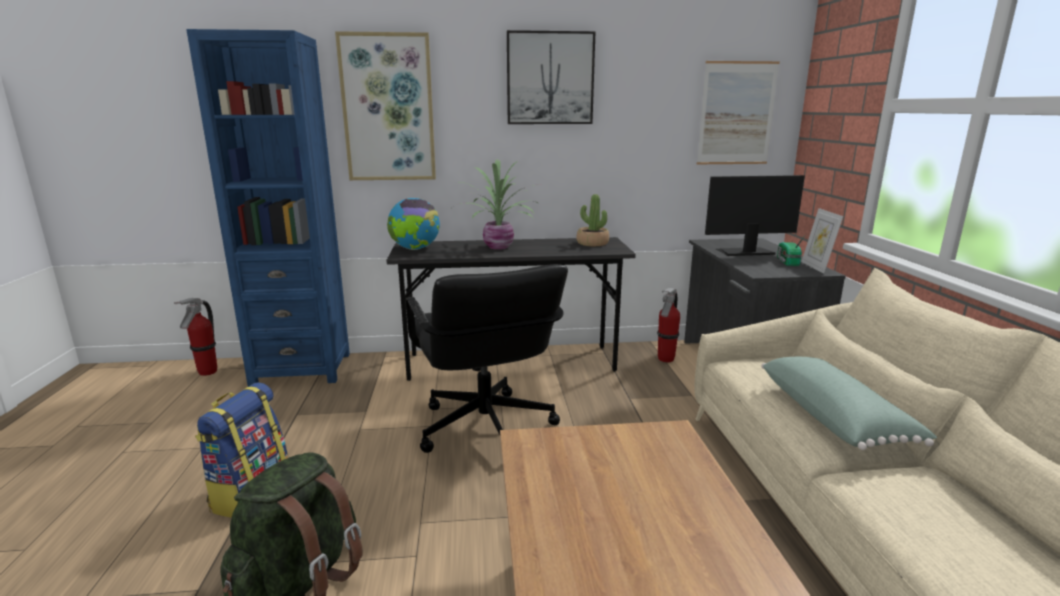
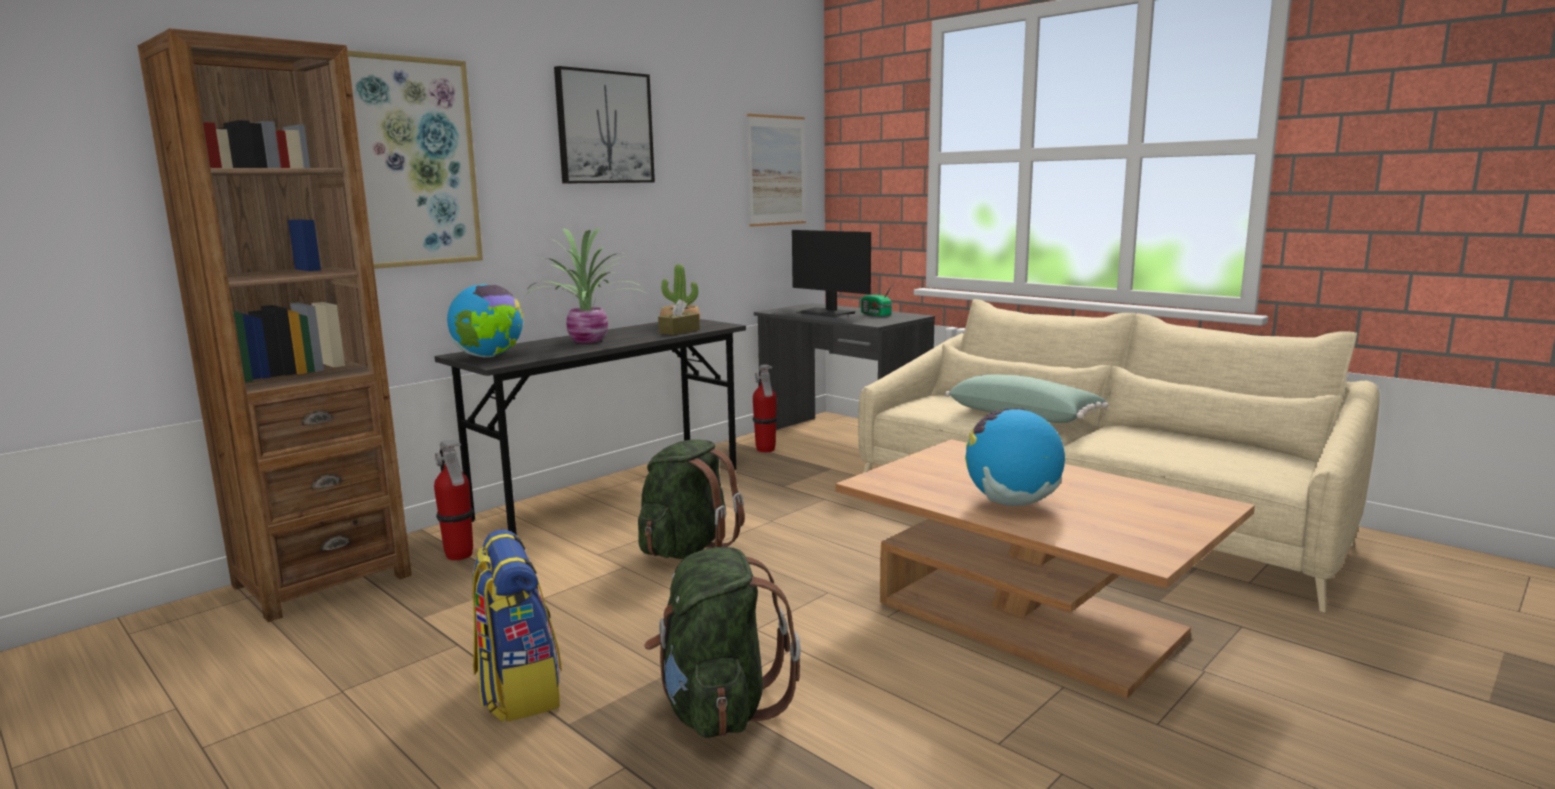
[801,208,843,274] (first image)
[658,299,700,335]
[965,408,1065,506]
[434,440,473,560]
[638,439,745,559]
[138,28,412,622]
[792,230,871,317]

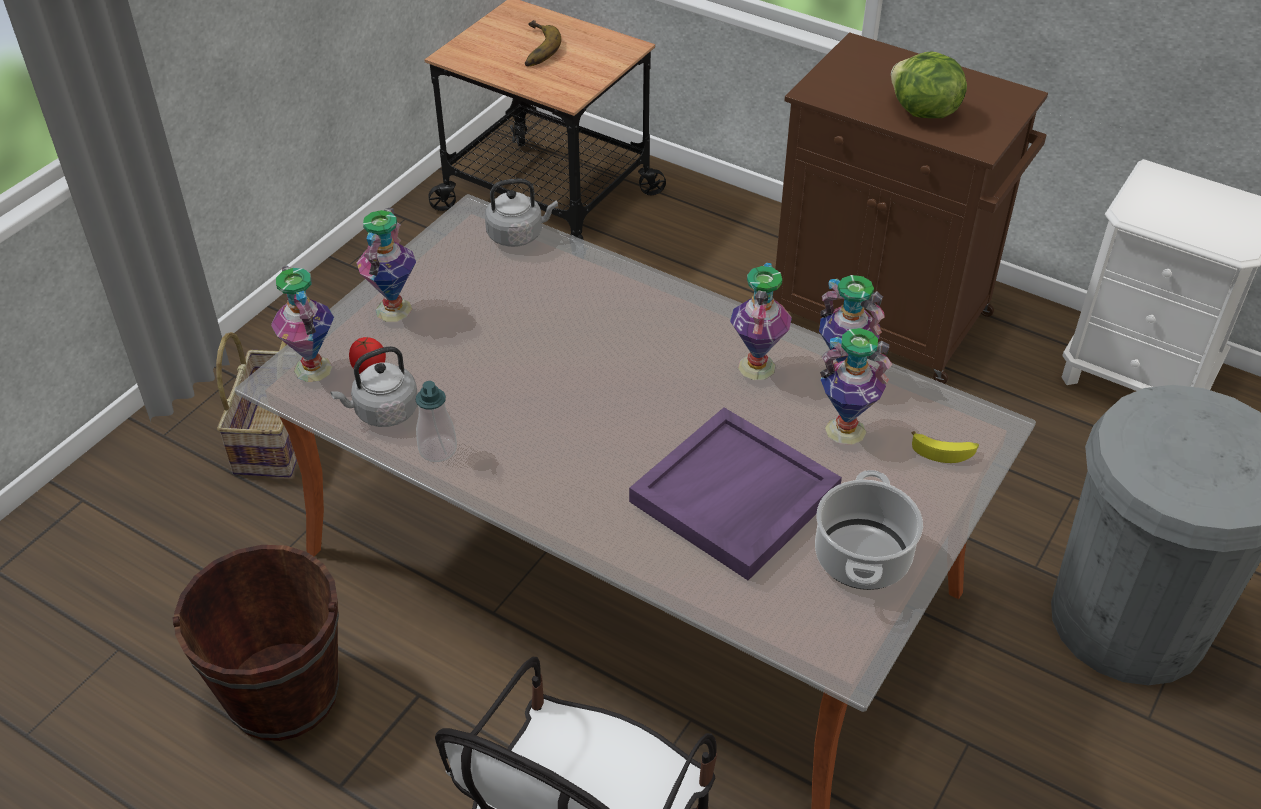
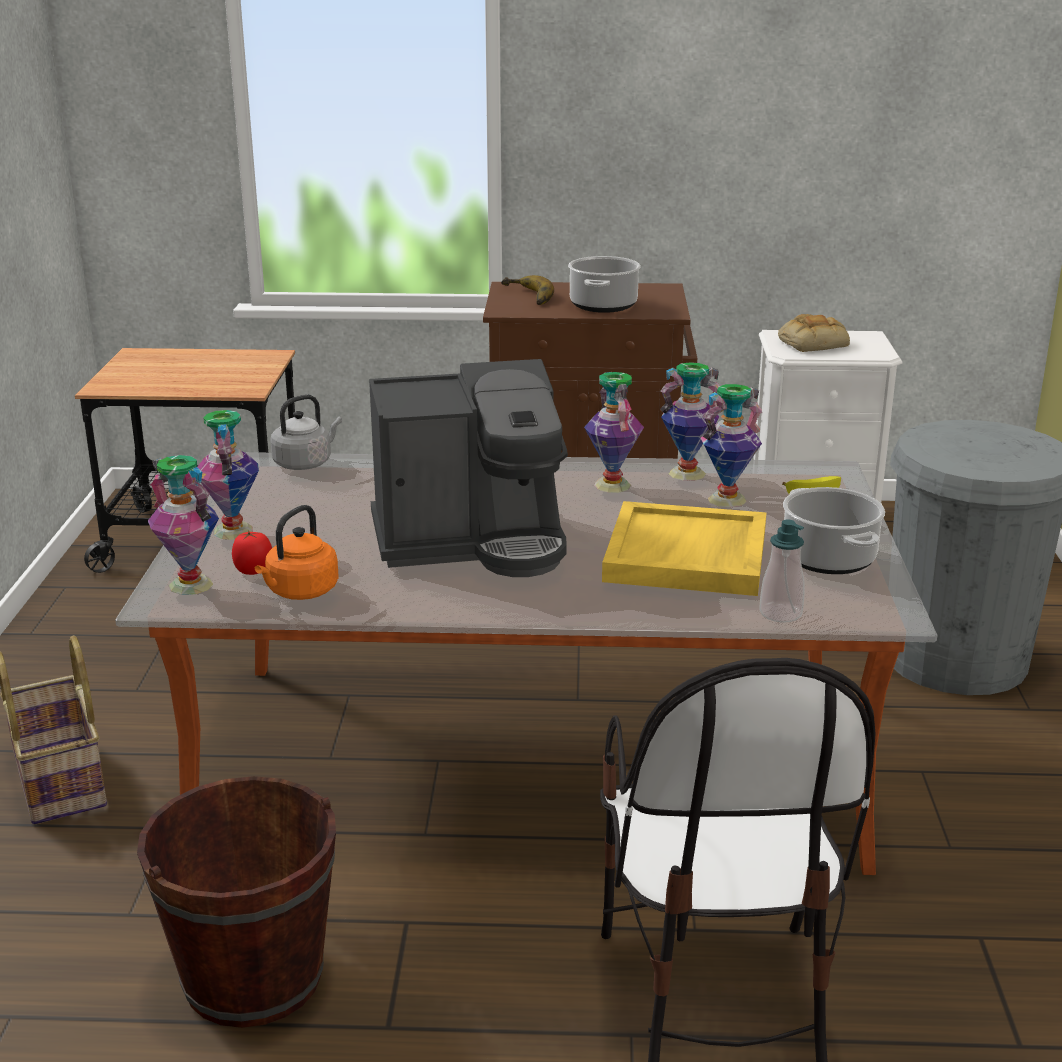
[369,359,568,577]
[778,314,850,352]
[759,519,805,623]
[501,275,554,305]
[568,256,641,313]
[255,505,339,600]
[602,501,767,596]

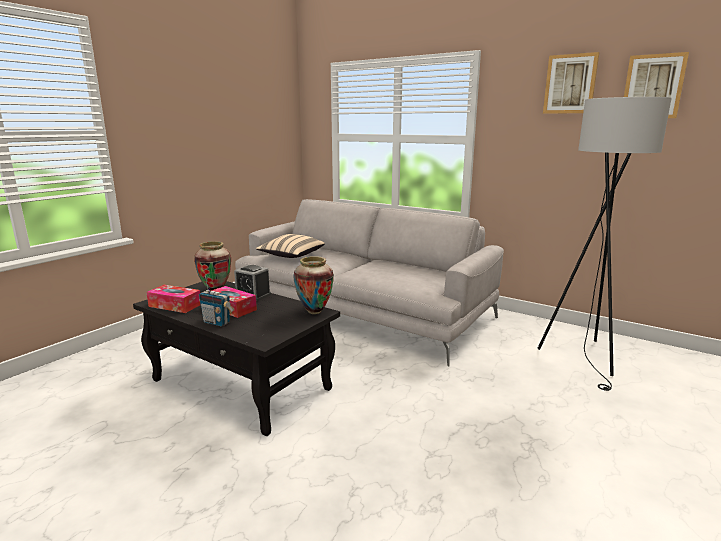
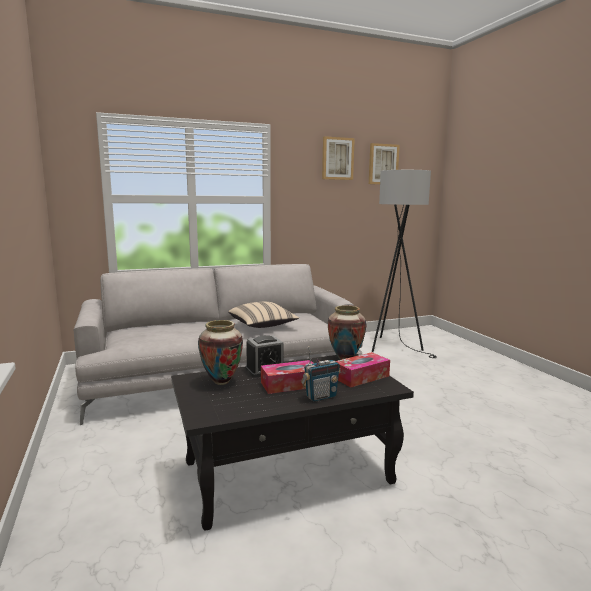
[336,352,390,387]
[228,302,299,328]

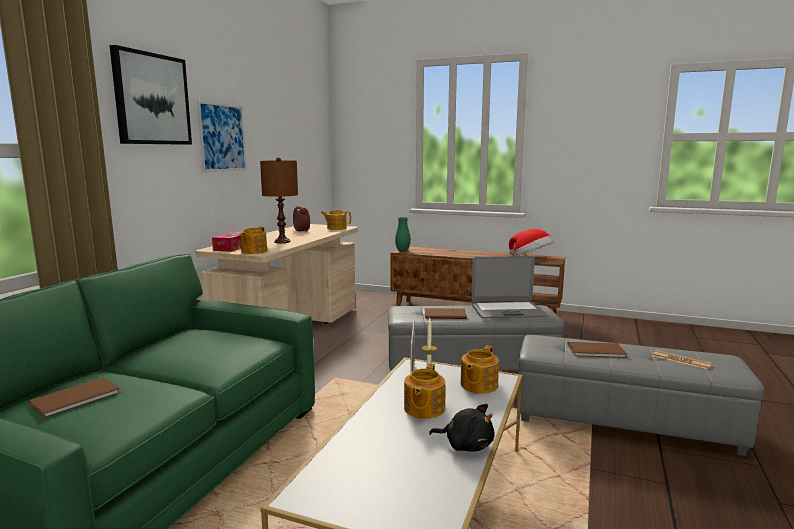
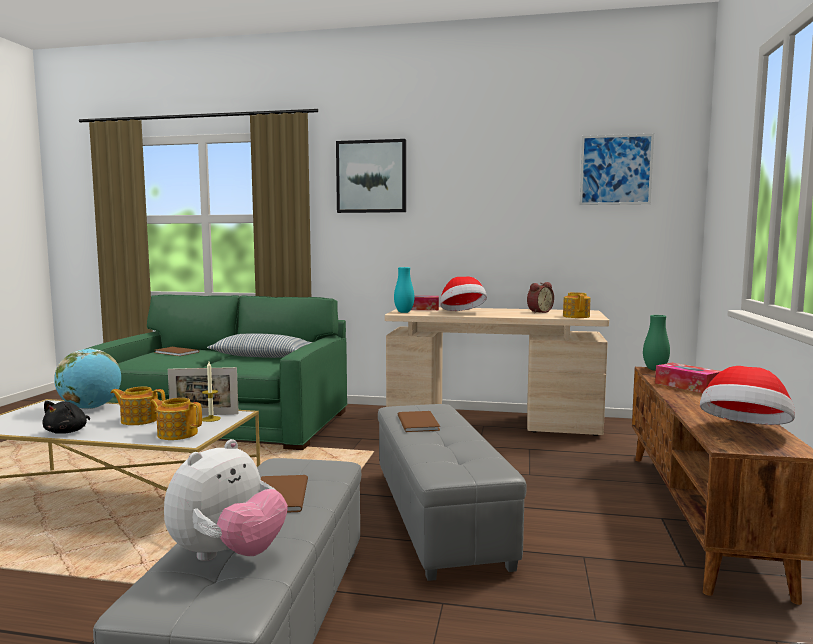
[472,256,547,318] (first image)
[54,348,121,409]
[207,333,312,358]
[655,363,721,393]
[580,134,654,205]
[394,267,415,313]
[440,277,487,311]
[164,439,288,561]

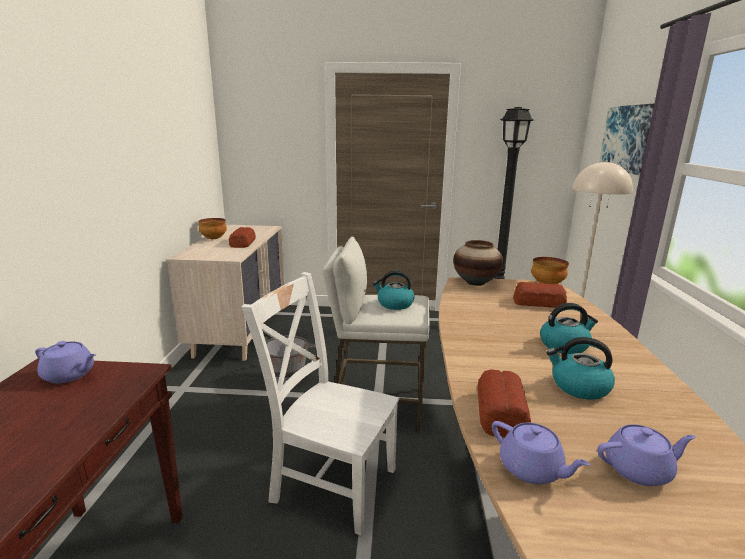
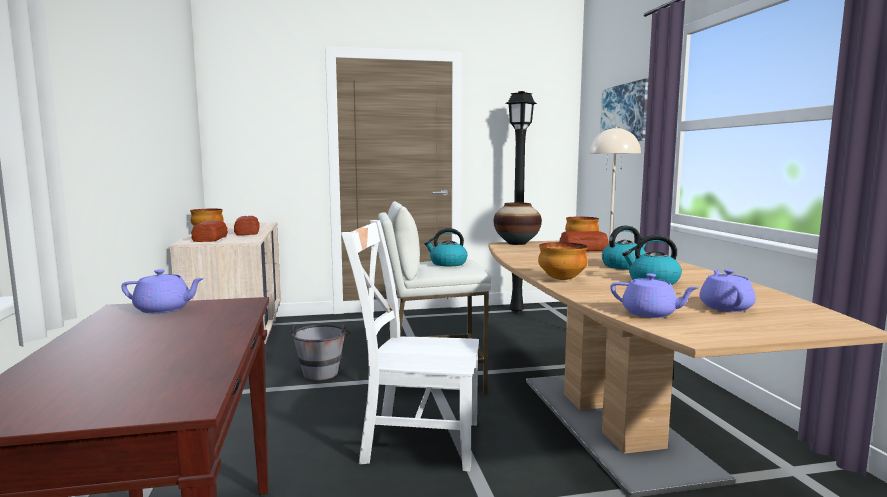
[538,242,588,280]
[191,220,228,242]
[700,269,756,312]

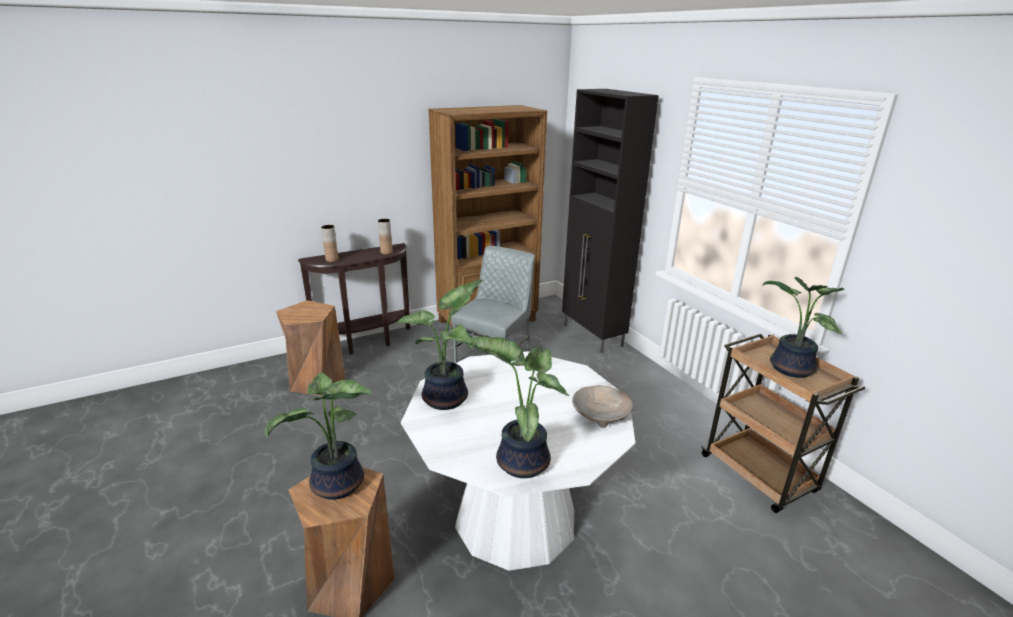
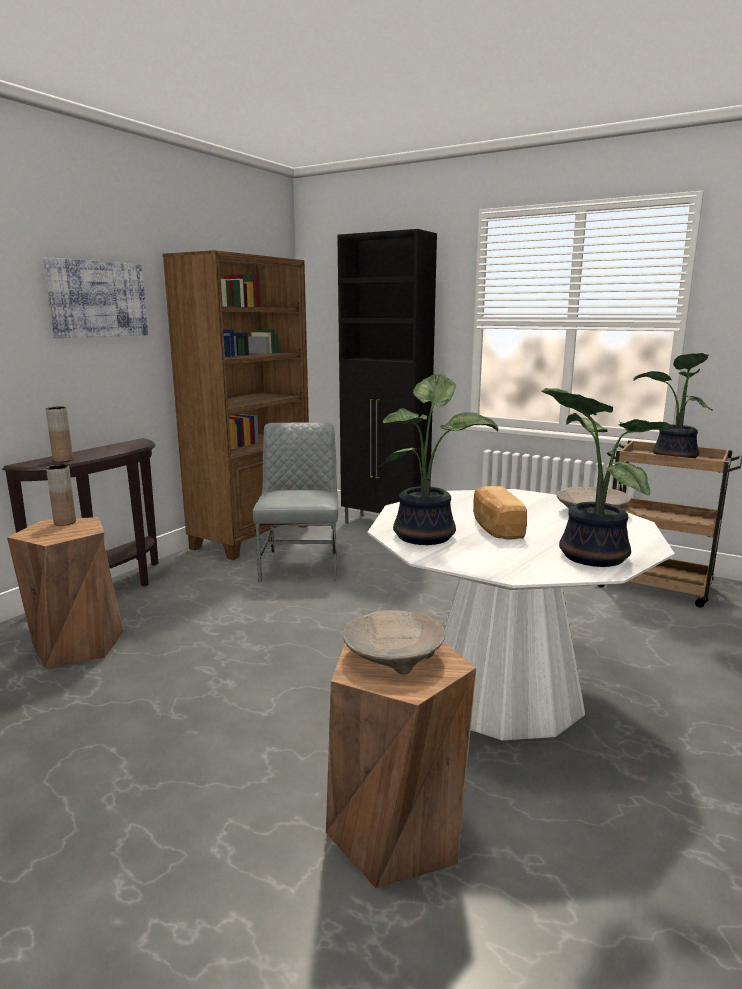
[43,257,148,338]
[473,486,527,540]
[46,464,76,526]
[343,610,445,675]

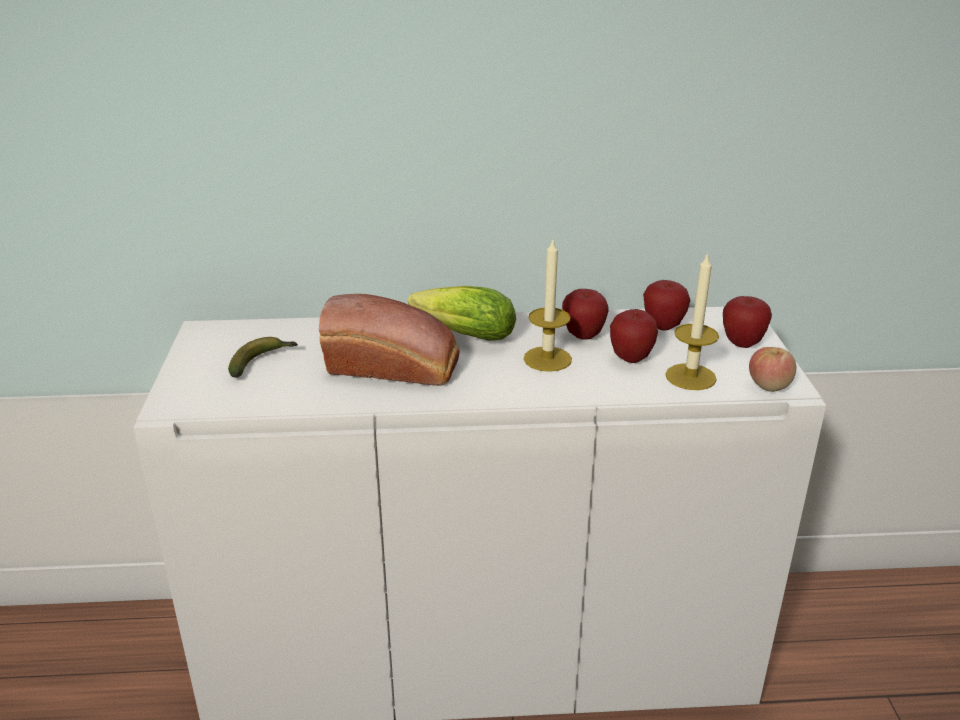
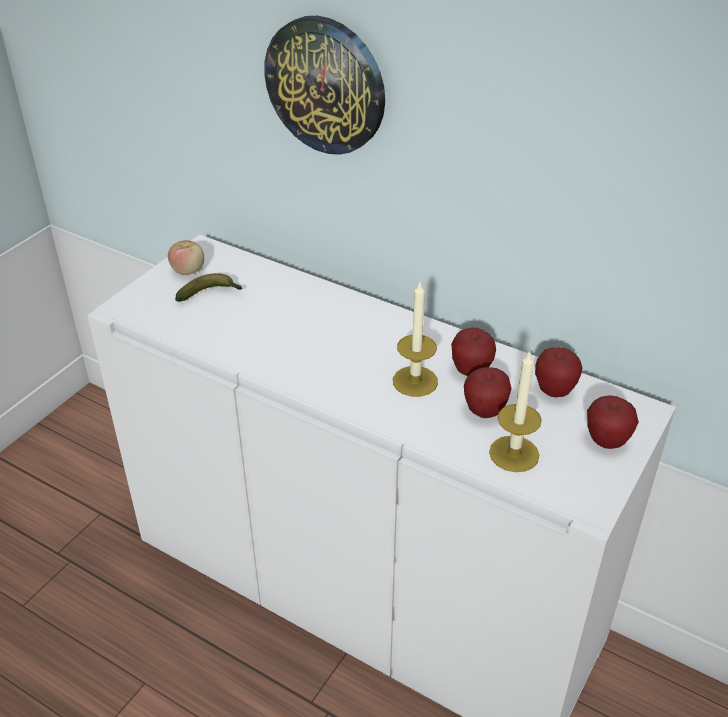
[319,294,460,386] (first image)
[408,286,516,341] (first image)
[264,16,385,155]
[168,240,204,275]

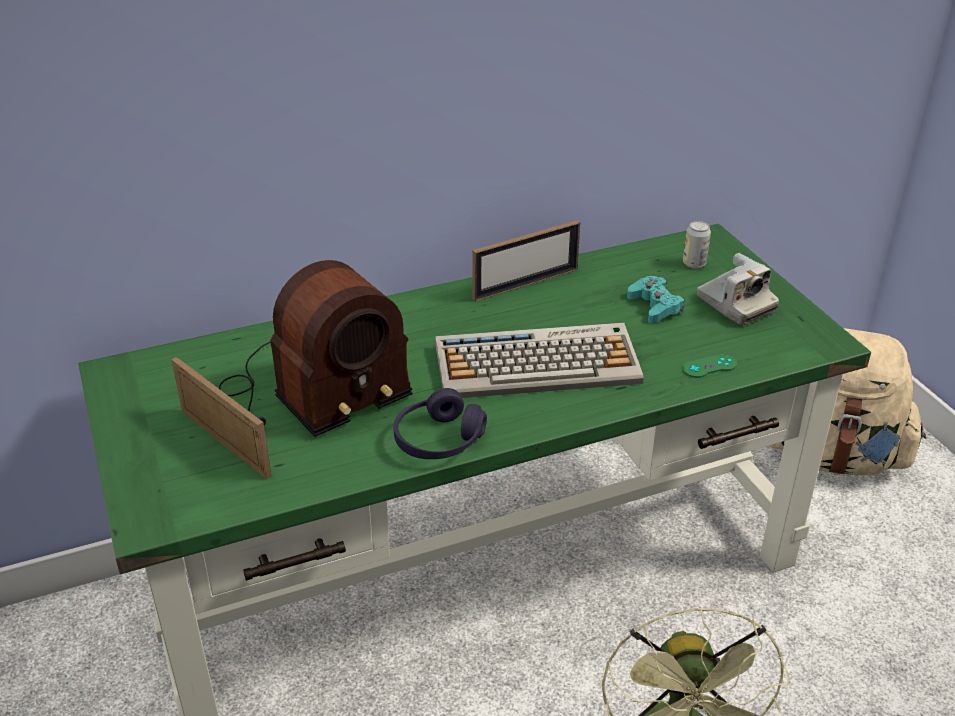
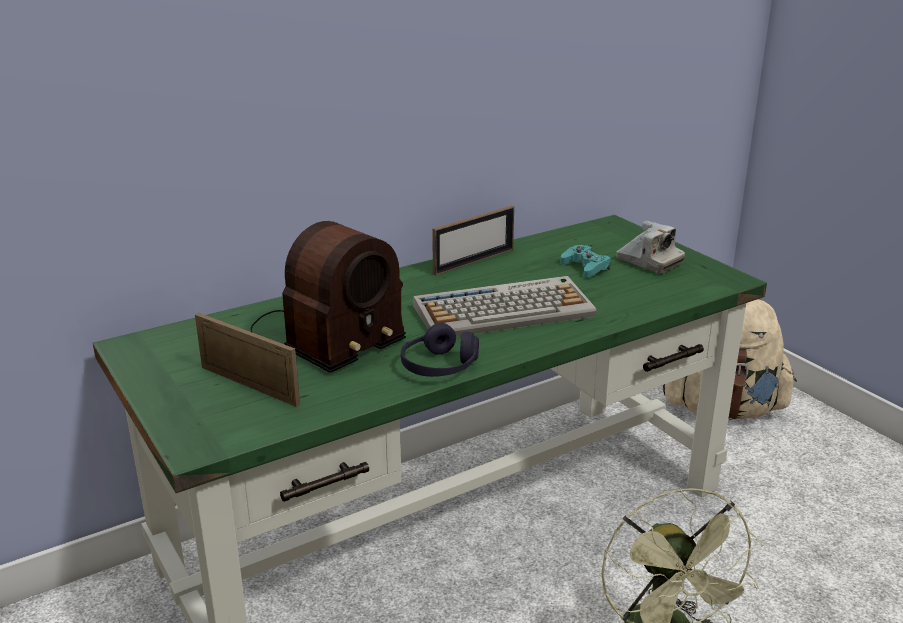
[682,354,737,378] (first image)
[683,221,711,269] (first image)

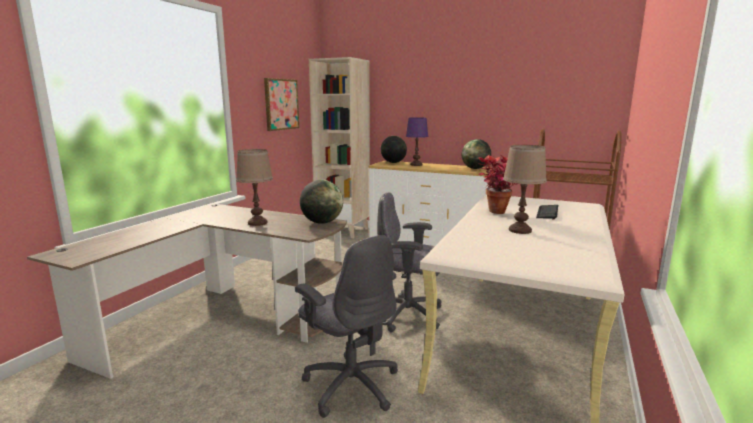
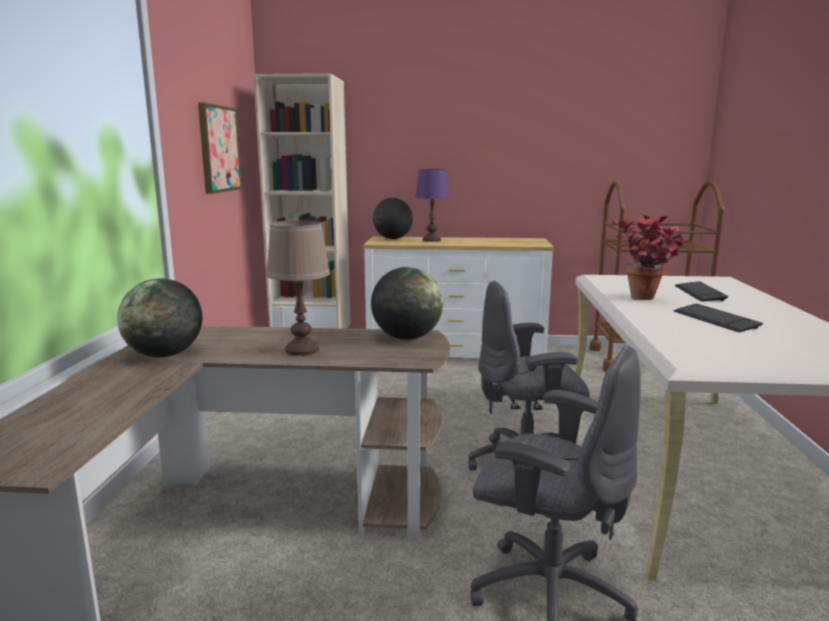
[117,278,202,357]
[674,304,763,332]

